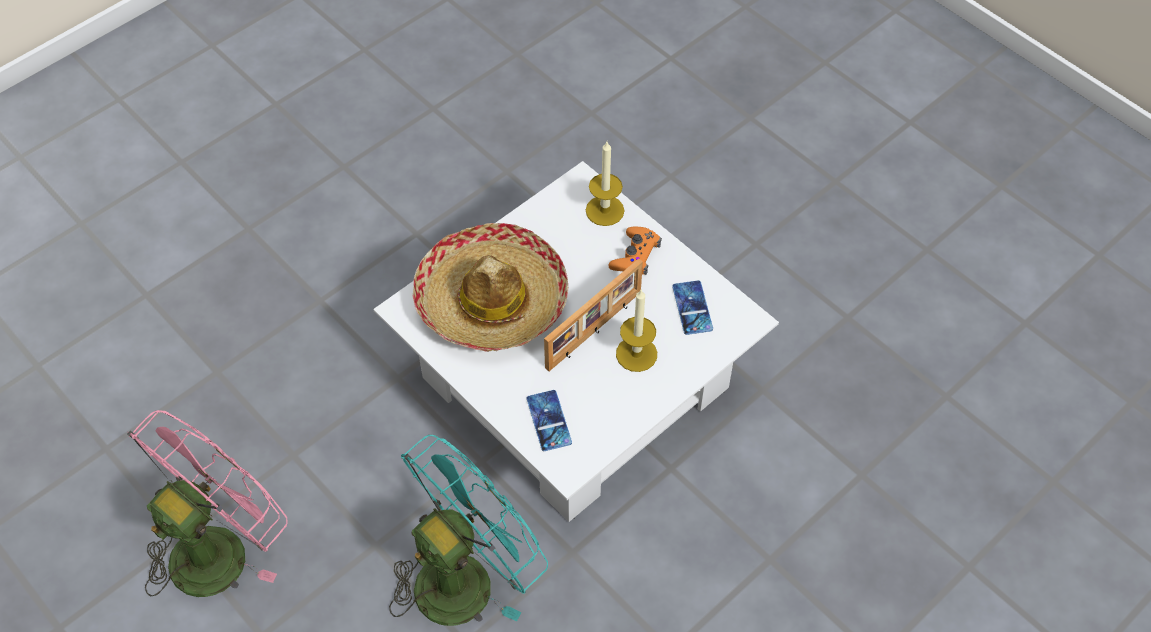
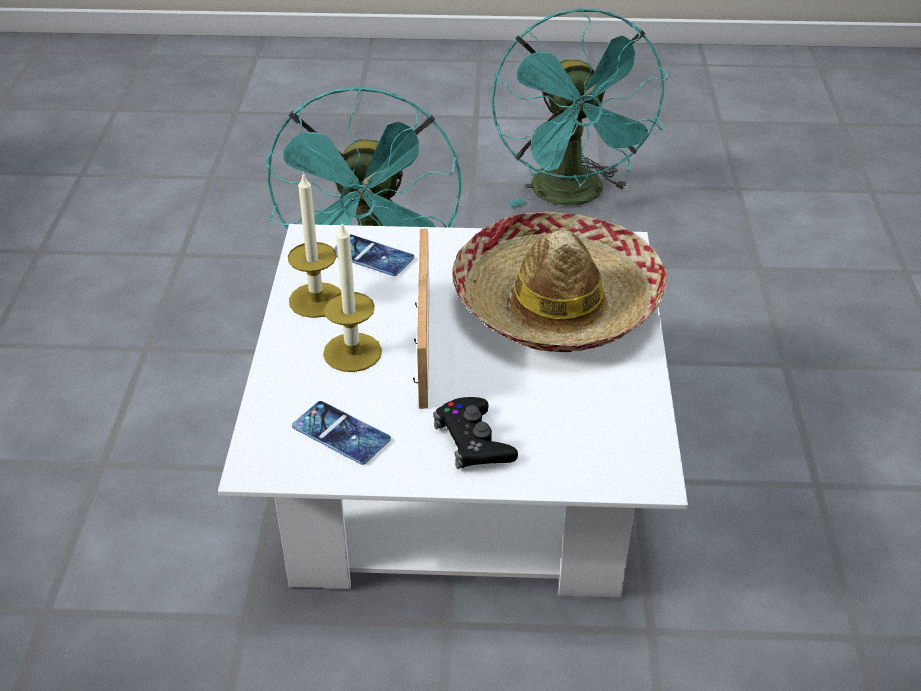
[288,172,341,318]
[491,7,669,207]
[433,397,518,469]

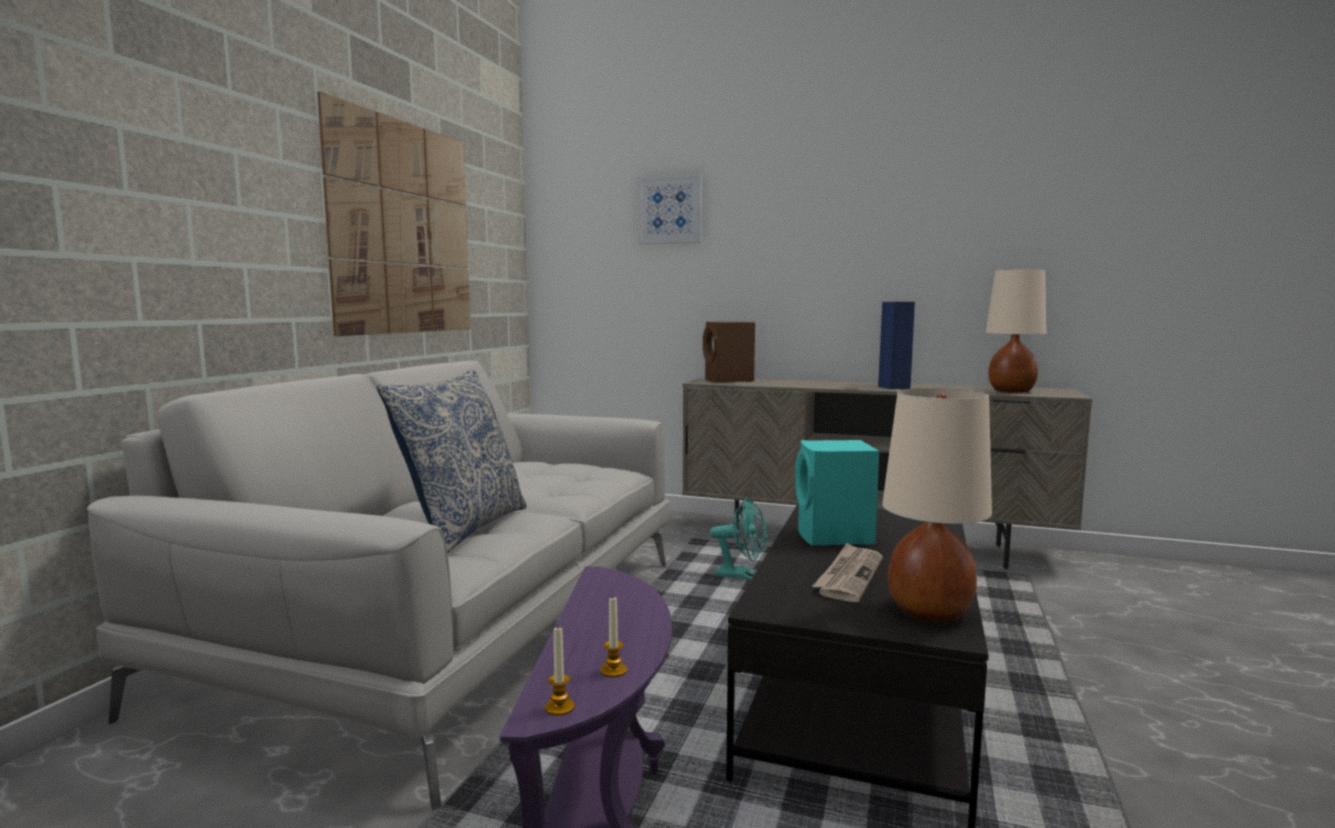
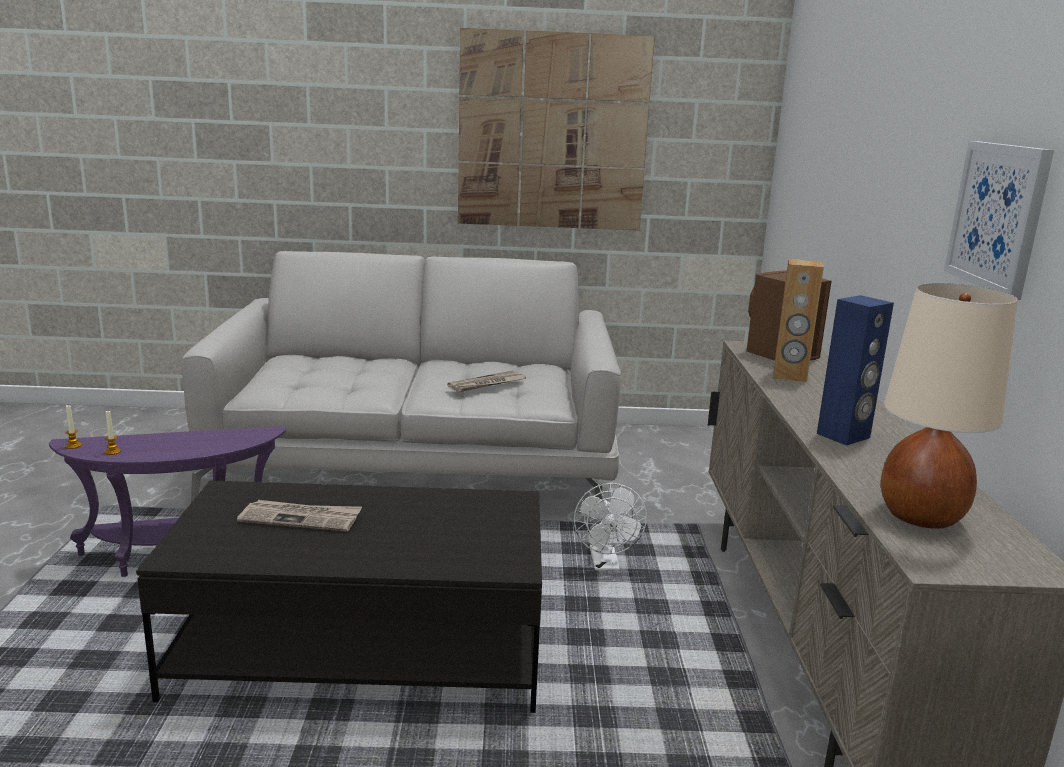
[377,369,527,553] (first image)
[795,440,879,546] (first image)
[882,388,992,622] (first image)
[447,370,526,392]
[774,259,824,382]
[944,141,1054,300]
[574,483,647,570]

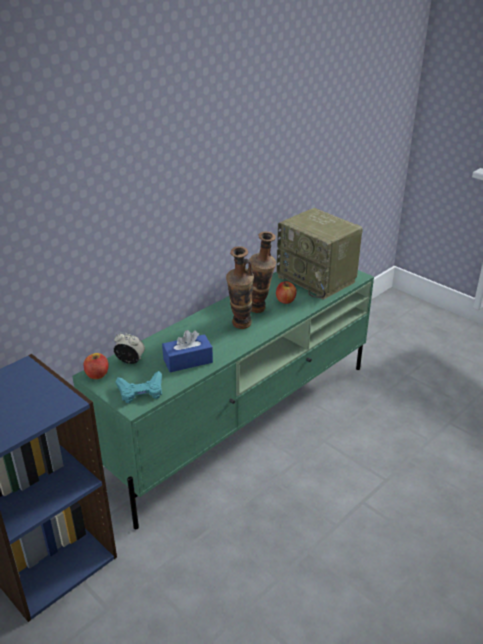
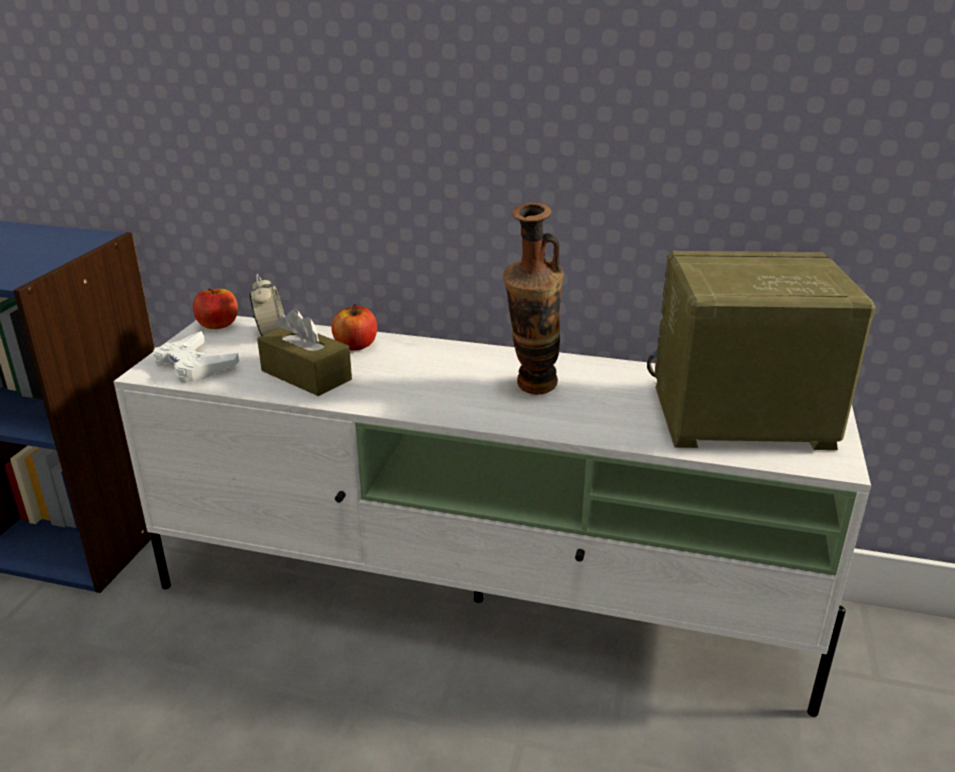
[226,246,254,329] (first image)
[331,304,377,351]
[113,316,871,717]
[153,331,239,383]
[257,308,352,396]
[647,251,875,450]

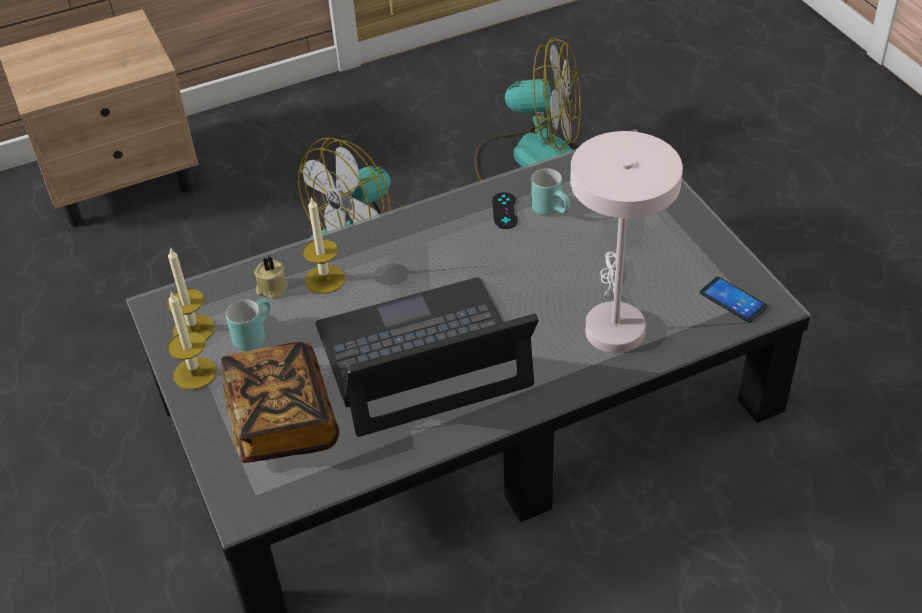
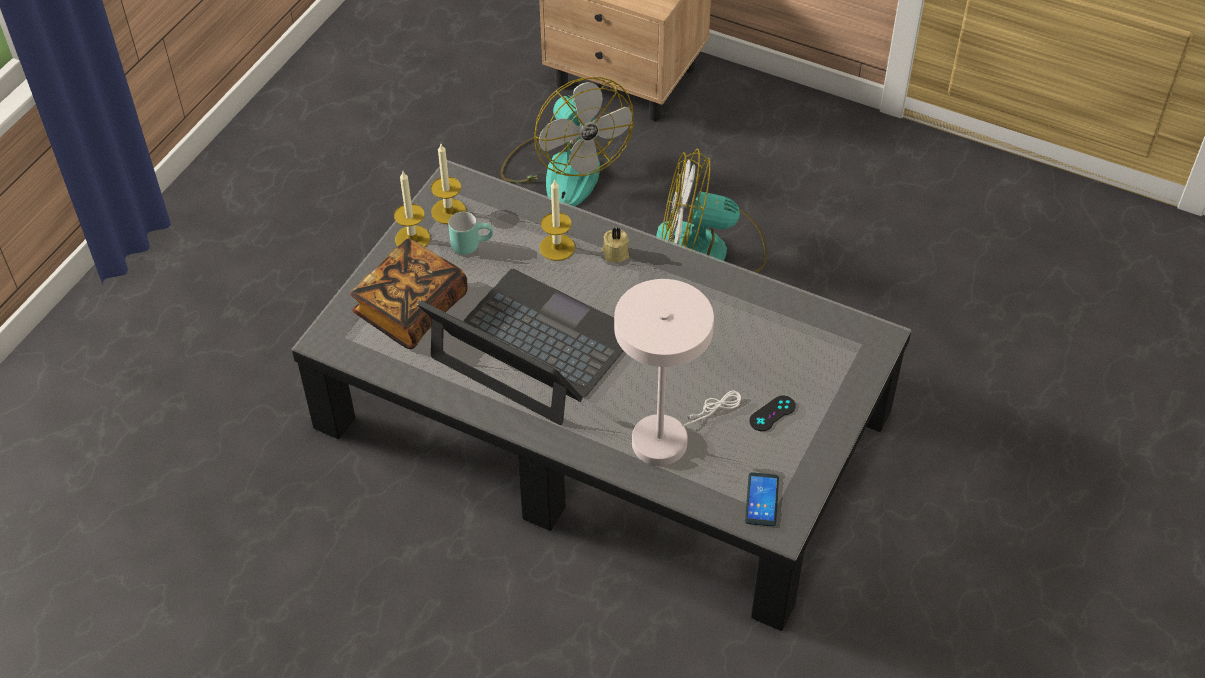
[531,168,570,215] (first image)
[601,228,629,262]
[501,77,633,206]
[749,395,796,431]

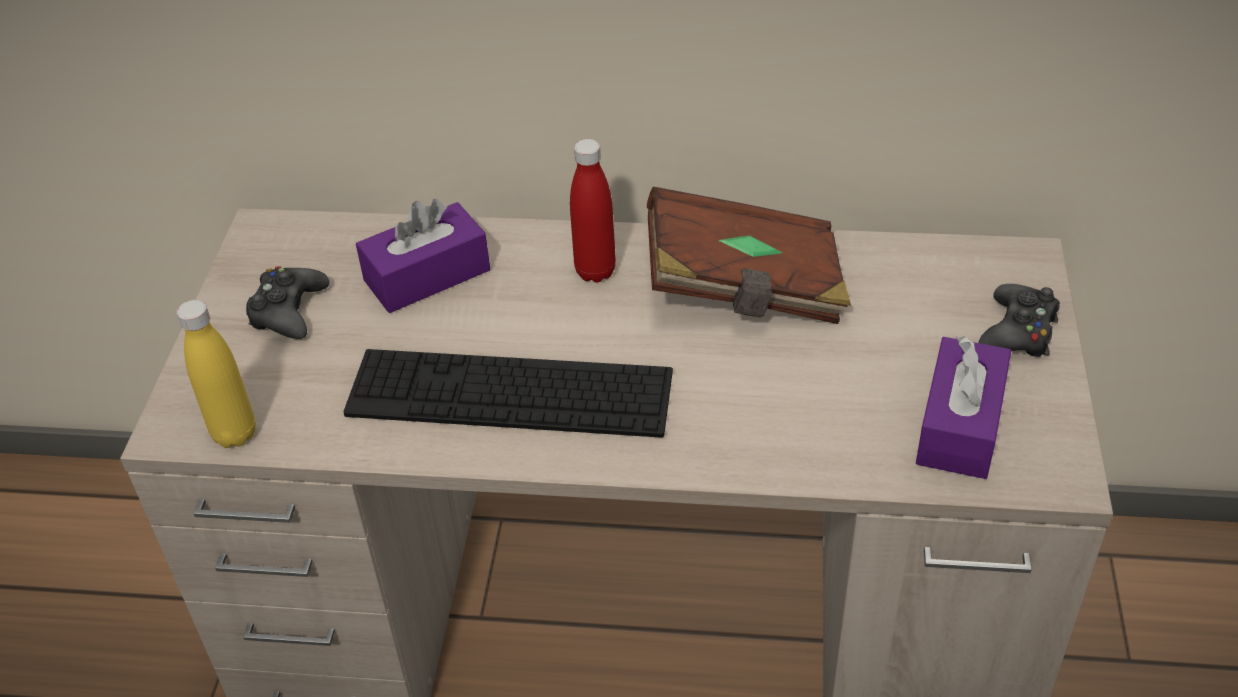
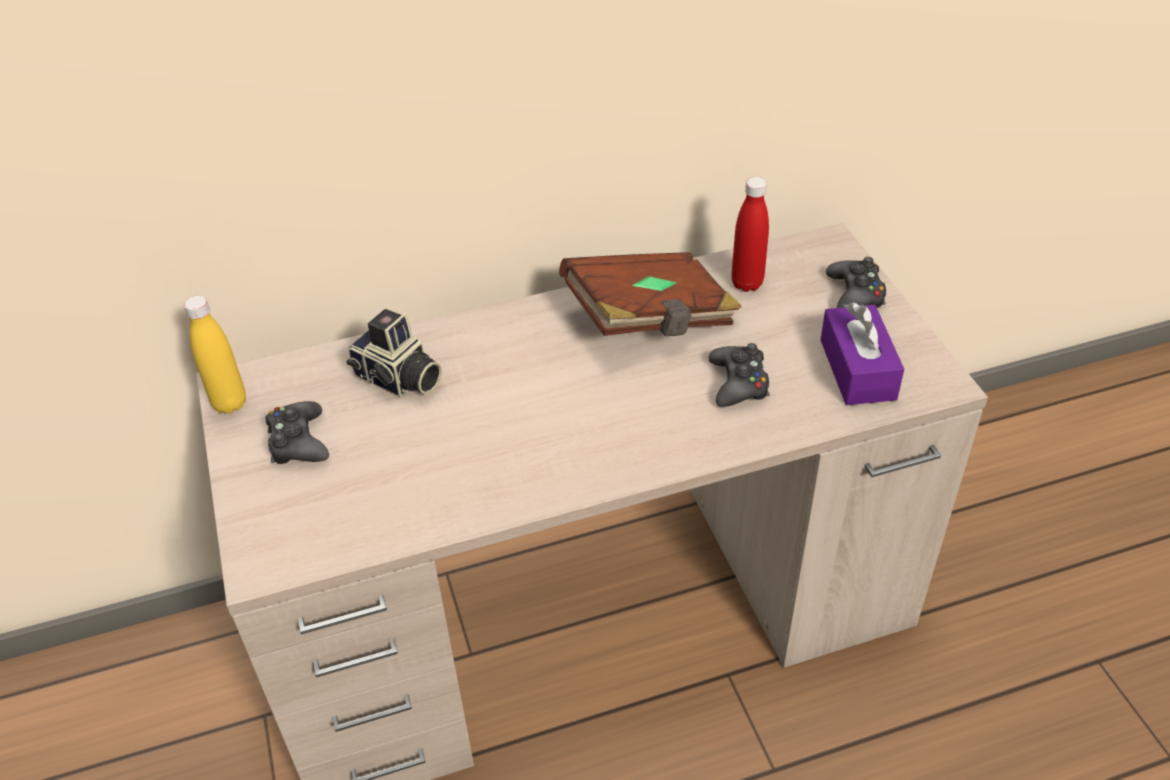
[343,349,673,438] (first image)
[708,343,770,407]
[184,295,246,414]
[731,177,769,292]
[346,309,442,397]

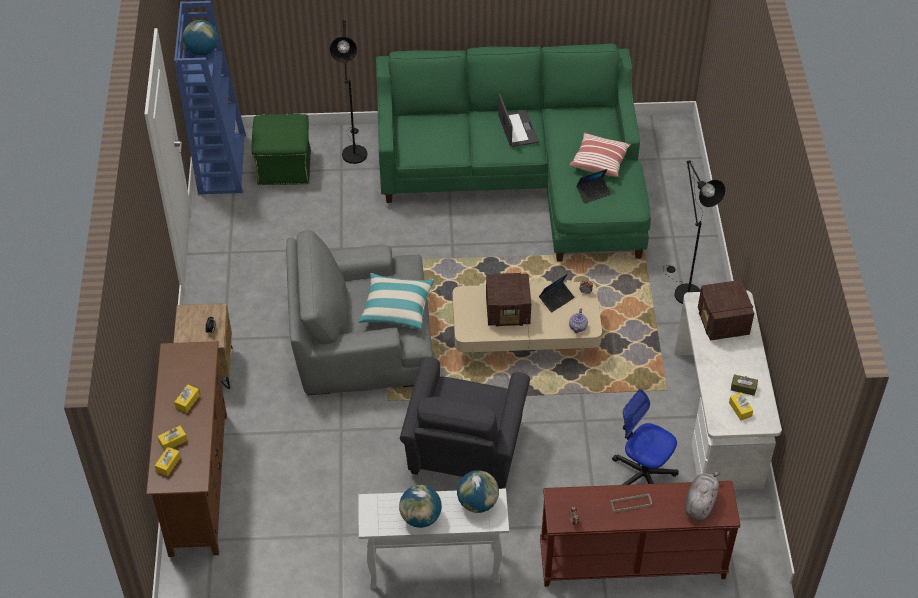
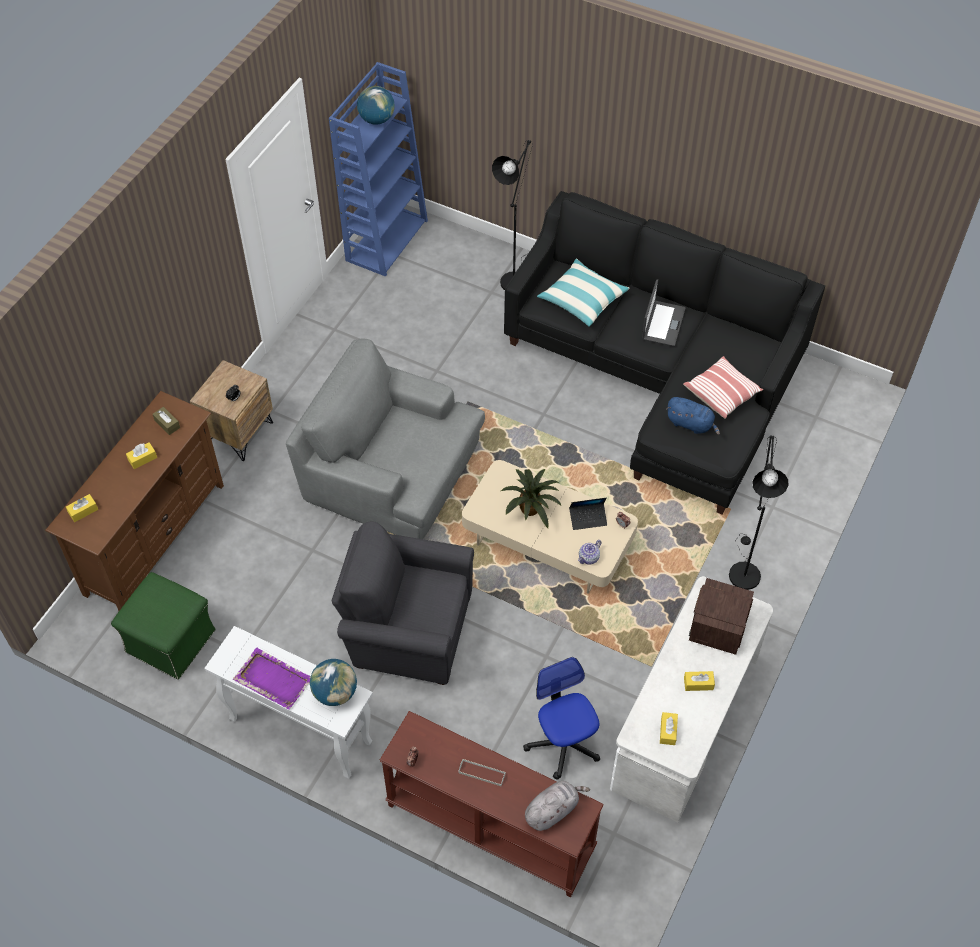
[684,671,715,691]
[111,572,216,680]
[537,258,629,327]
[153,407,180,435]
[233,647,311,710]
[501,469,561,528]
[667,397,720,435]
[504,191,825,515]
[331,522,474,685]

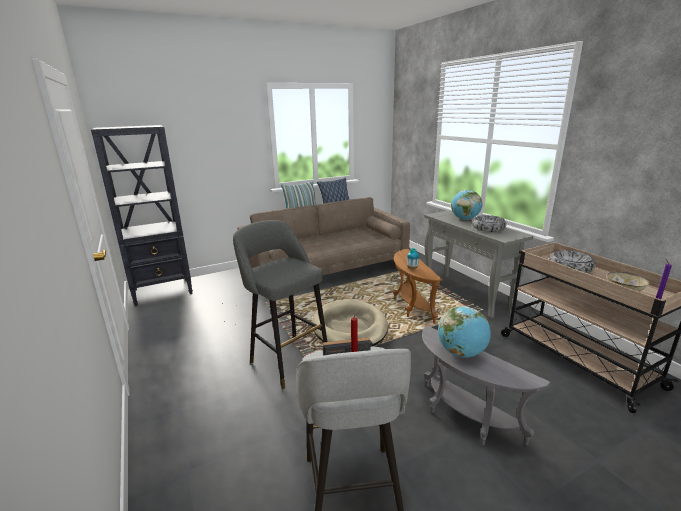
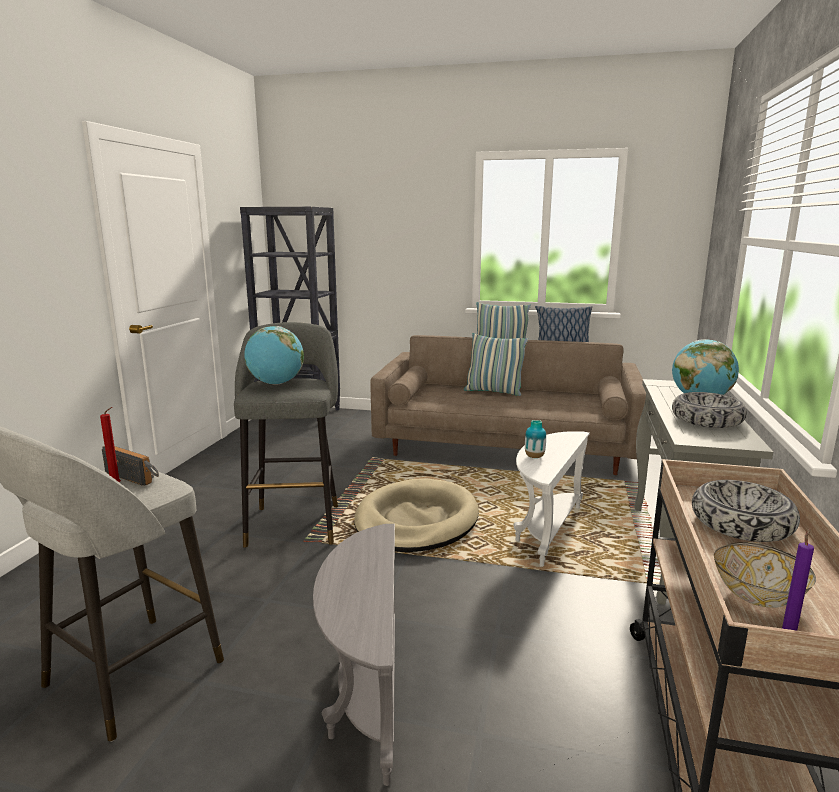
[464,333,528,396]
[244,326,304,385]
[513,431,590,567]

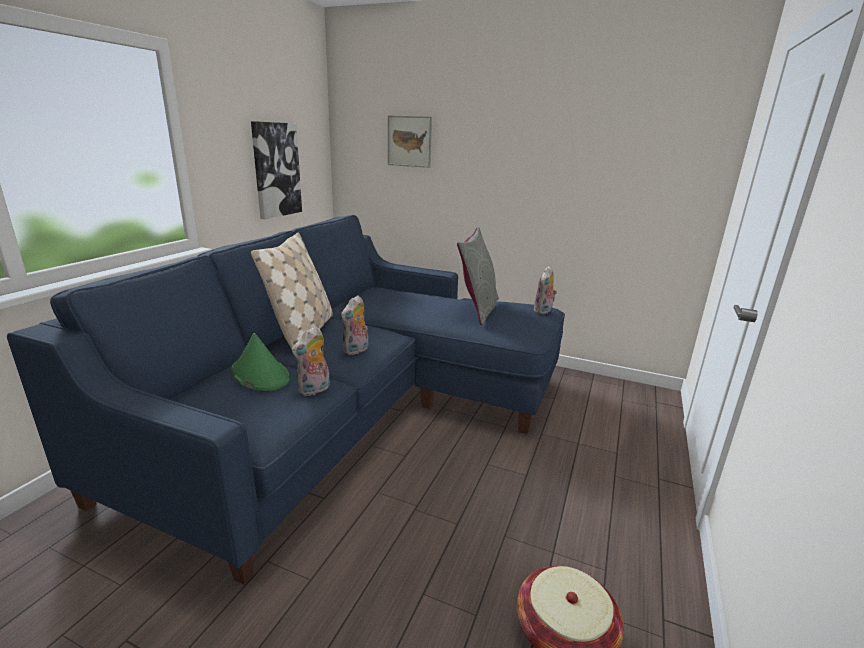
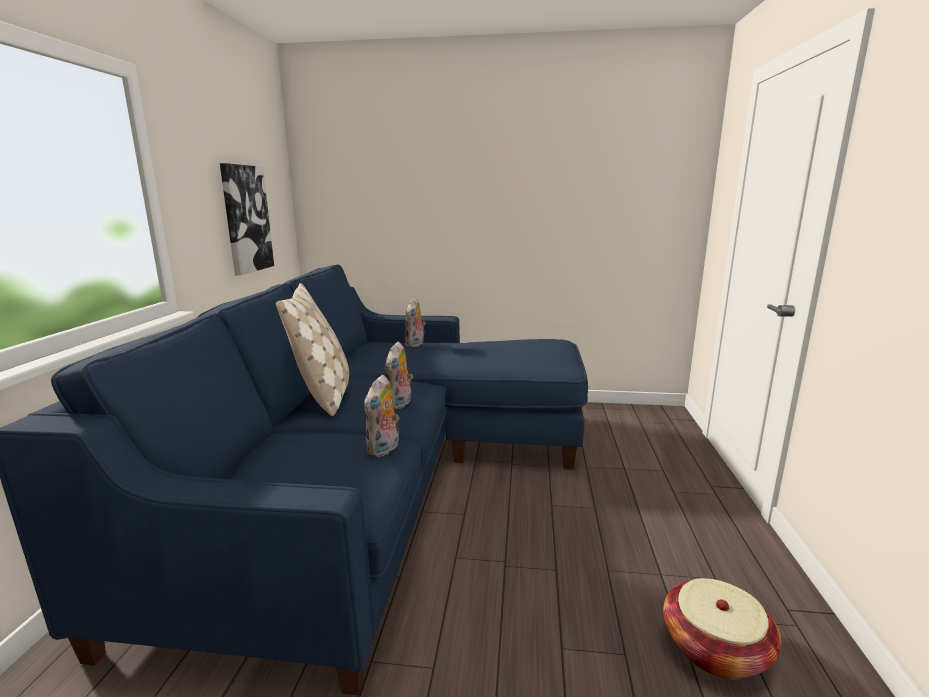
[231,333,290,391] (first image)
[388,115,432,168] (first image)
[457,227,499,325] (first image)
[405,297,426,347]

